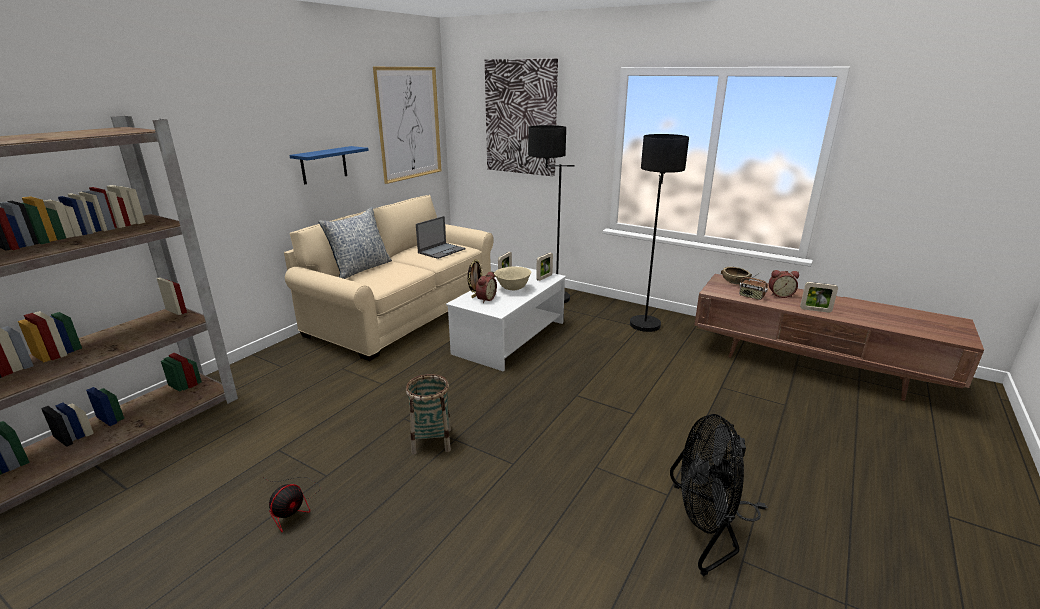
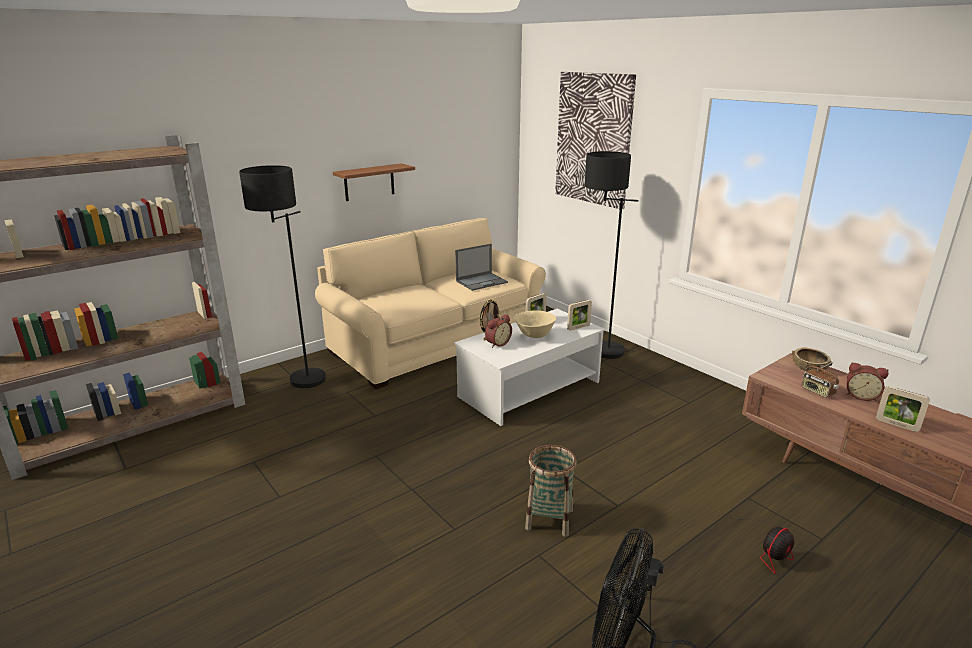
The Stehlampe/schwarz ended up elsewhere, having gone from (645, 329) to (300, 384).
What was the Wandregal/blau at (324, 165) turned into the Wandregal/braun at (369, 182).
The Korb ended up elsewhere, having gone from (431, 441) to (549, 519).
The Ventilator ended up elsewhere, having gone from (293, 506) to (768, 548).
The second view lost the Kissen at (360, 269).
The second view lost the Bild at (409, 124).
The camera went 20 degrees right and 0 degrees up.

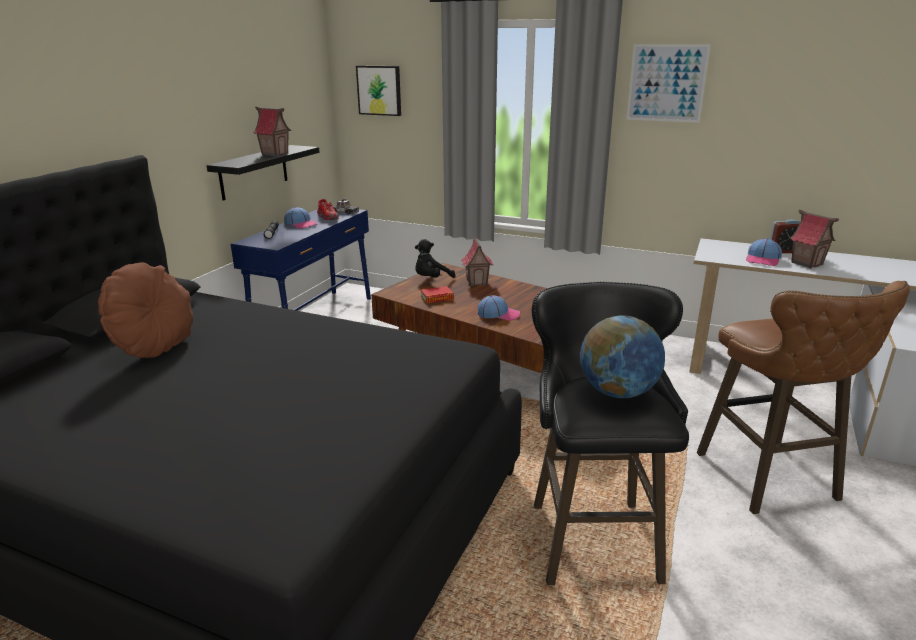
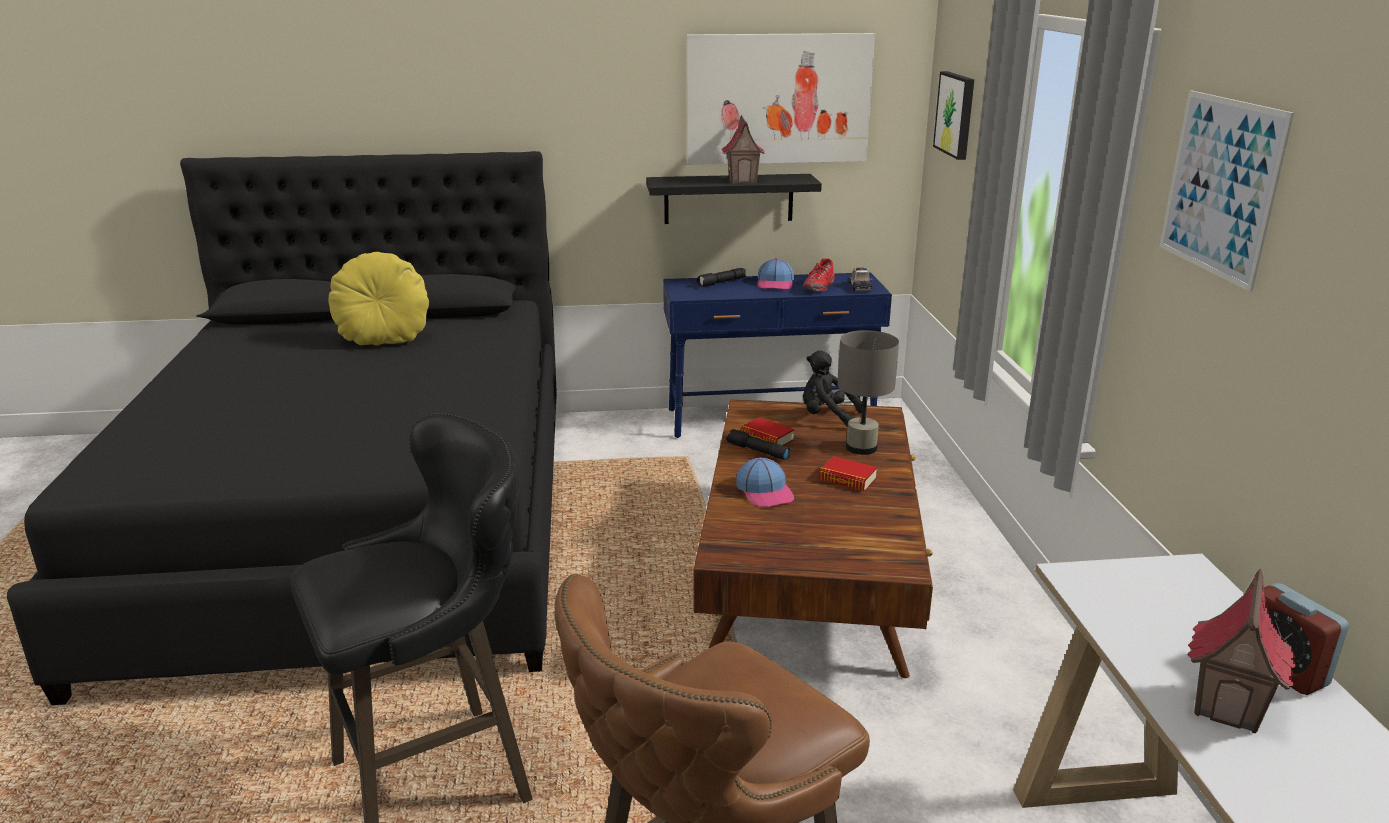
What was the Kissen/braun at (156, 348) turned into the Kissen/gelb at (384, 341).
The second view gained the Bild at (778, 99).
The second view gained the Taschenlampe/schwarz at (757, 451).
The second view gained the Buch at (847, 479).
Where the Spielzeughaus stood at (477, 282), the Tischlampe/grau came to stand at (862, 448).
The second view lost the Globus at (618, 392).
The second view lost the Kappe at (763, 259).
The camera went 60 degrees right and 0 degrees up.

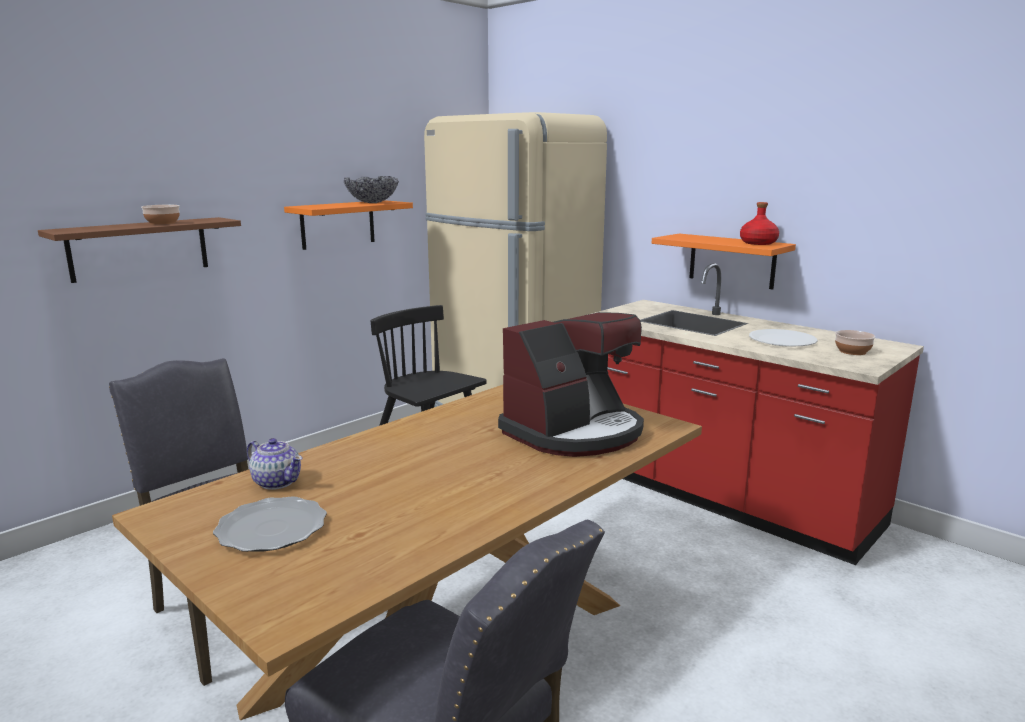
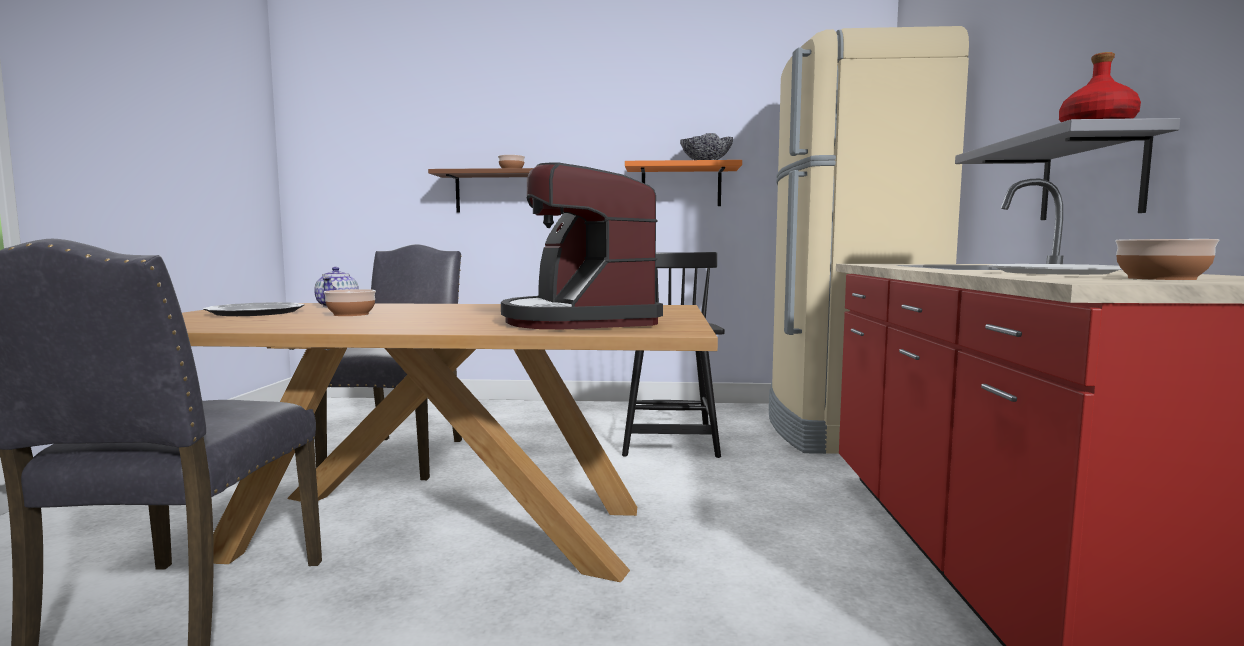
The second view gained the Schüssel at (351, 314).
The Kaffeemaschine at (574, 432) ended up facing another way, 60 degrees clockwise from before.
What was the Wandregal/orange at (732, 261) turned into the Wandregal/grau at (1091, 178).
The camera went 50 degrees right and 10 degrees down.

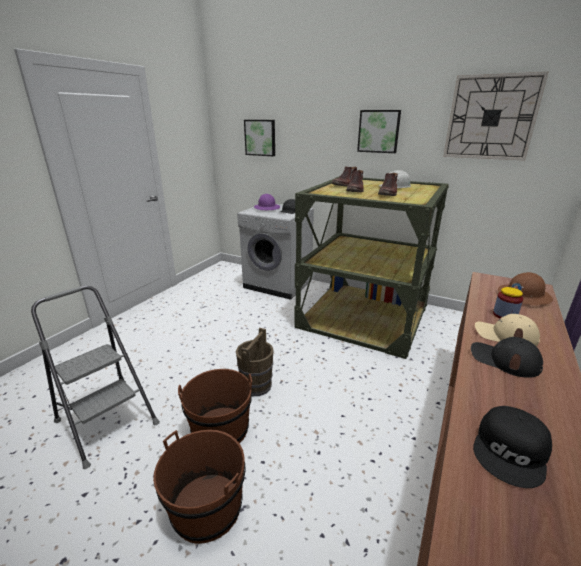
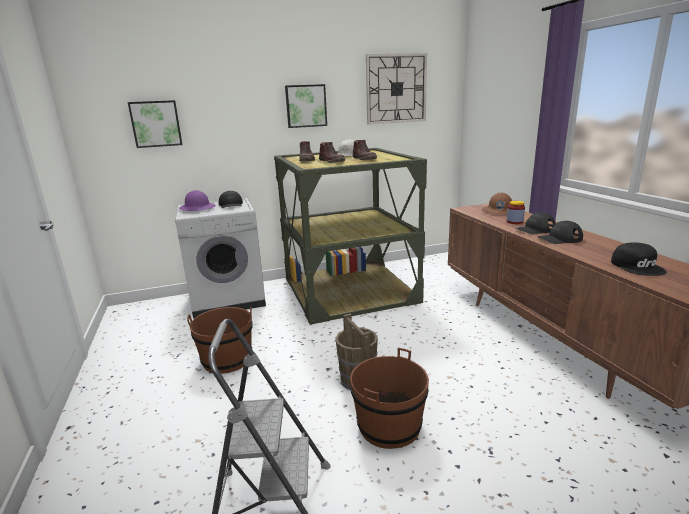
The Eimer/braun ended up elsewhere, having gone from (207, 508) to (227, 359).
What was the Kappe/beige at (505, 335) turned into the Kappe/schwarz at (535, 229).
The camera went 45 degrees left and 5 degrees down.

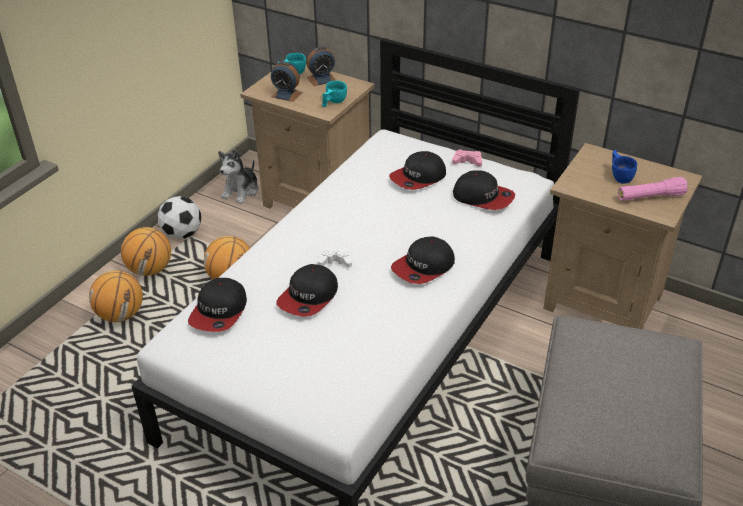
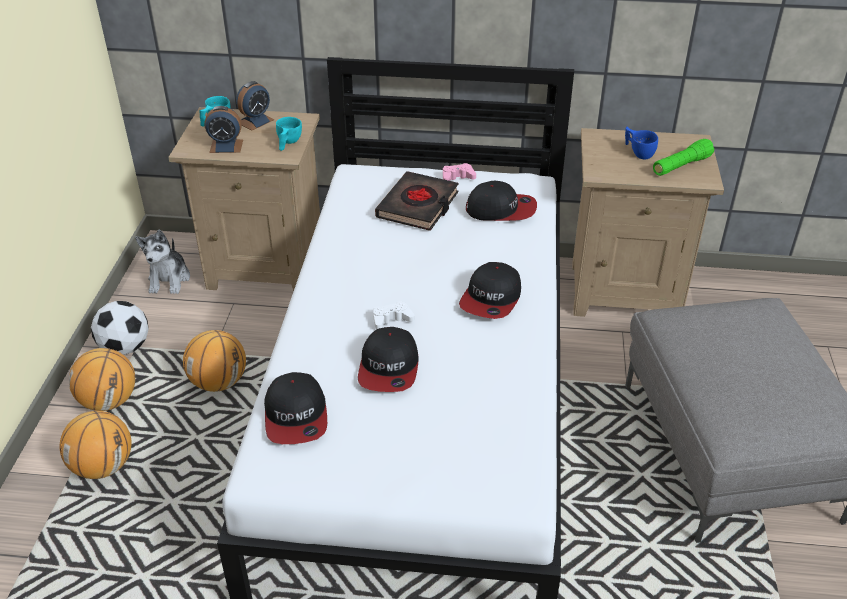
Where the Kappe stood at (418, 177), the Buch/schwarz came to stand at (418, 206).
What was the Taschenlampe/rosa at (650, 197) turned into the Taschenlampe/grün at (681, 166).
The camera went 25 degrees left and 0 degrees up.

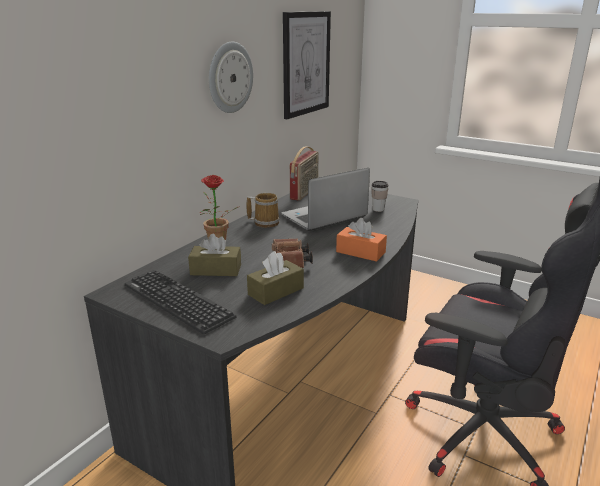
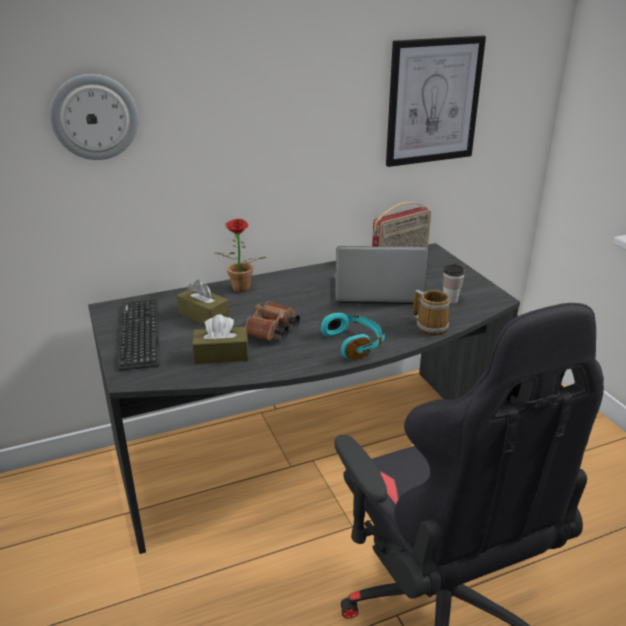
The Wanduhr ended up elsewhere, having gone from (229, 77) to (94, 117).
Where the Taschentuchbox/orange stood at (360, 252), the Kopfhörer/türkis came to stand at (354, 343).
The Henkelbecher ended up elsewhere, having gone from (265, 222) to (431, 326).
The camera went 35 degrees right and 5 degrees up.

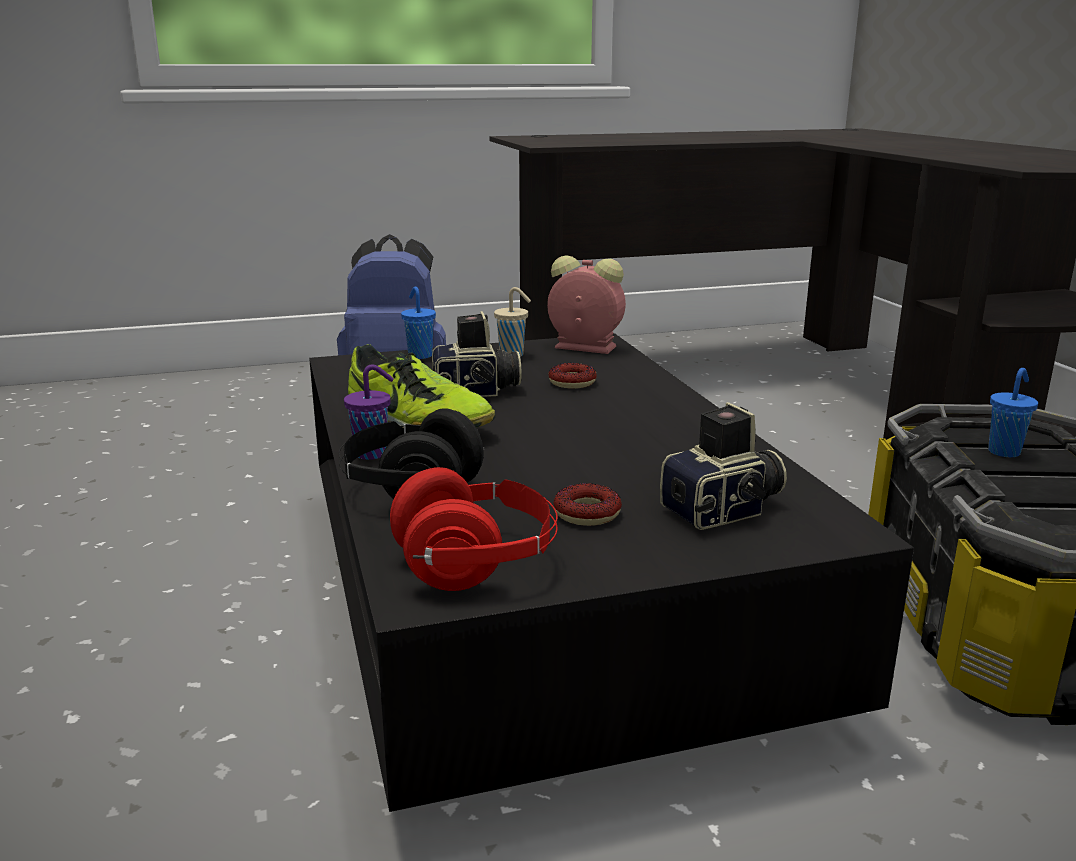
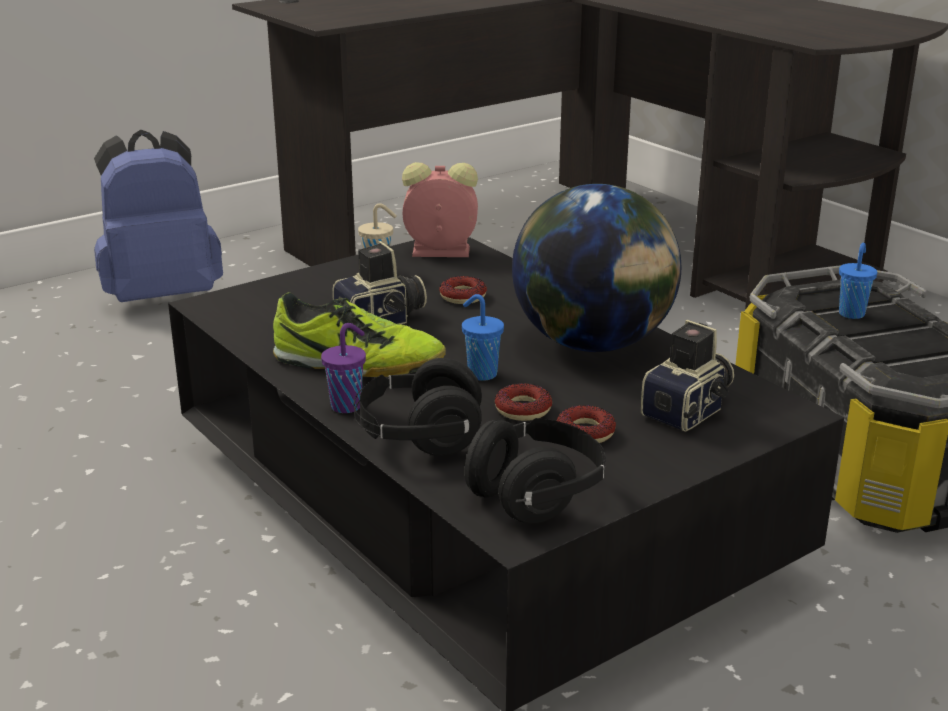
The Tasse/blau ended up elsewhere, having gone from (419, 355) to (481, 374).
What was the Kopfhörer/rot at (477, 564) turned into the Kopfhörer/schwarz at (536, 495).
The second view gained the Donut at (523, 409).
The second view gained the Globus at (593, 344).
The camera went 20 degrees left and 5 degrees up.

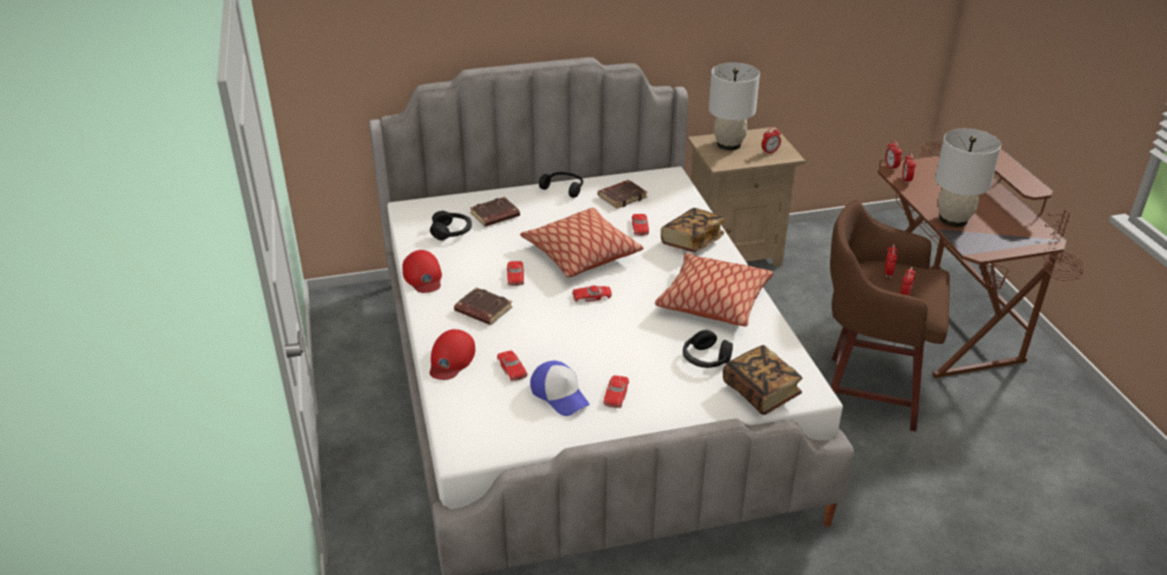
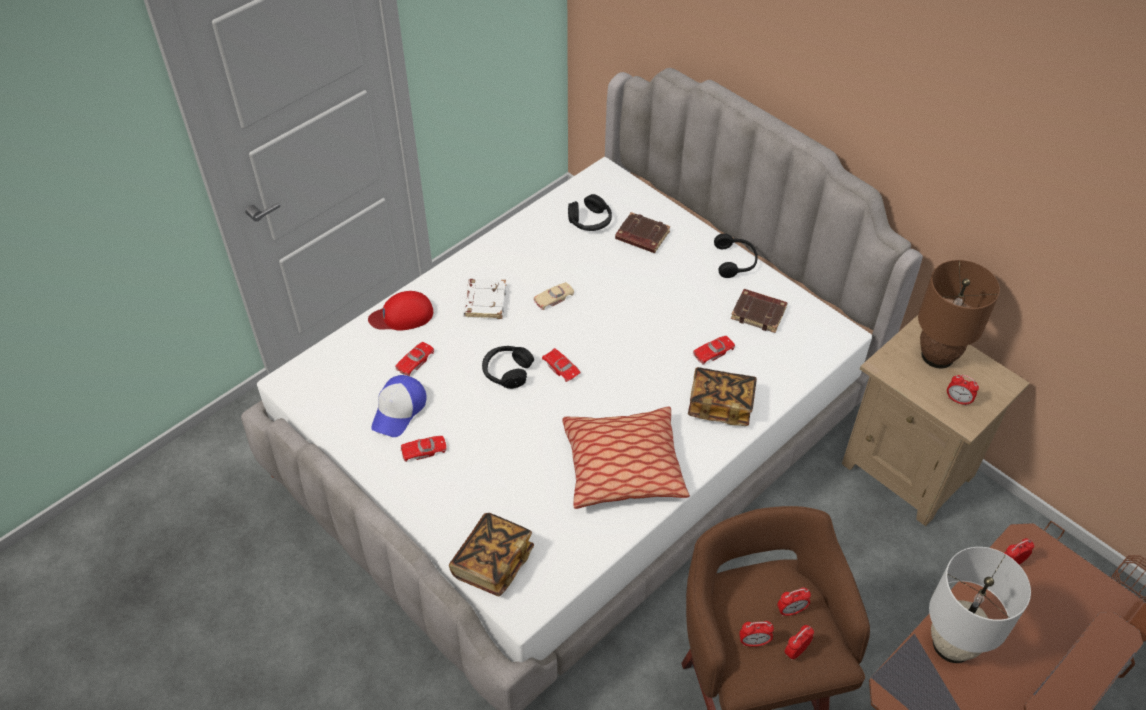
What was the Buch/braun at (482, 310) turned into the Buch/weiß at (484, 301).
The Kopfhörer/schwarz ended up elsewhere, having gone from (705, 359) to (507, 371).
What was the Spielzeugauto/rot at (515, 275) turned into the Spielzeugauto/beige at (554, 298).
The Wecker ended up elsewhere, having gone from (891, 167) to (796, 651).
What was the Tischlampe/weiß at (728, 144) turned into the Tischlampe/braun at (937, 355).
The second view lost the Kappe/rot at (423, 276).
The second view lost the Kissen at (581, 254).
The camera went 60 degrees right and 15 degrees up.

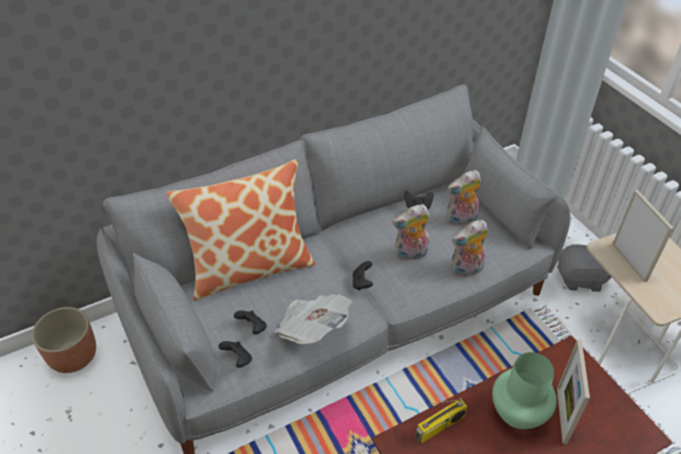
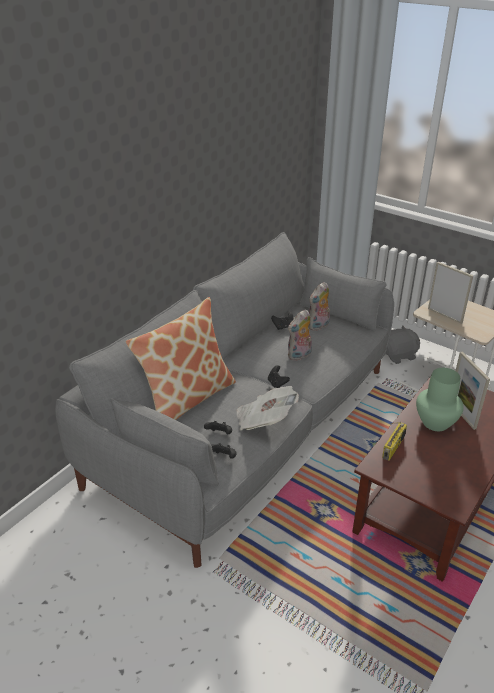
The second view lost the Pflanzkübel at (73, 355).
The second view lost the Plüschtier at (466, 270).
The camera went 25 degrees left and 10 degrees down.

